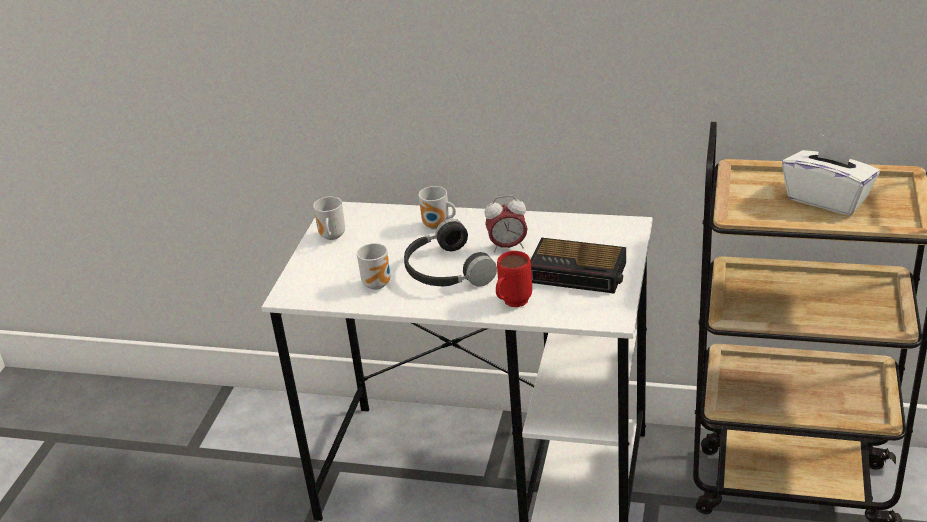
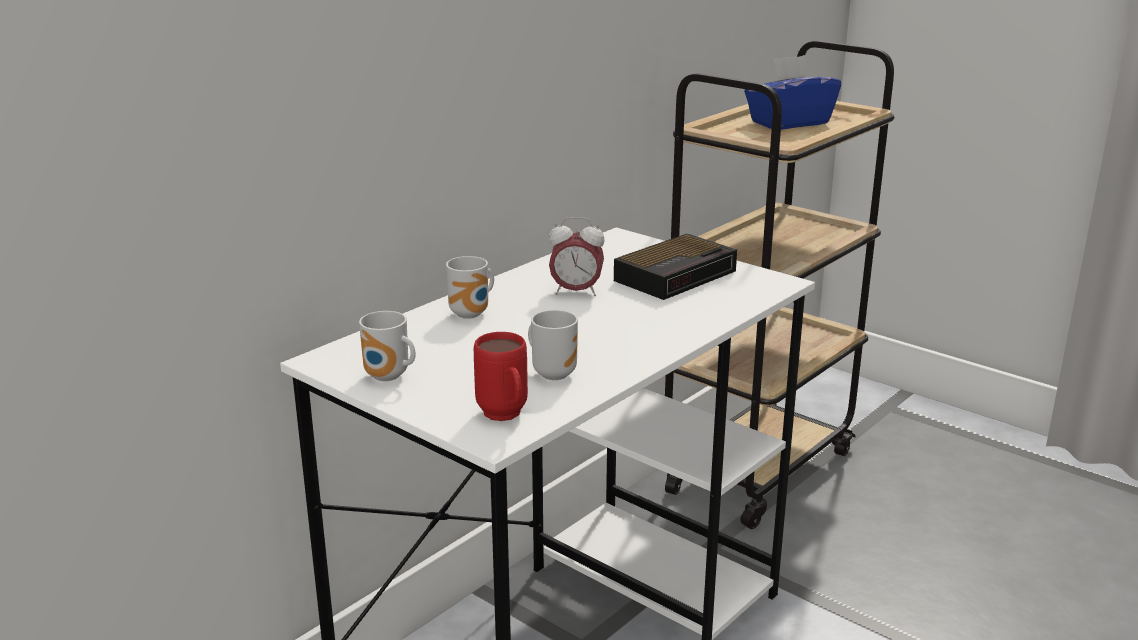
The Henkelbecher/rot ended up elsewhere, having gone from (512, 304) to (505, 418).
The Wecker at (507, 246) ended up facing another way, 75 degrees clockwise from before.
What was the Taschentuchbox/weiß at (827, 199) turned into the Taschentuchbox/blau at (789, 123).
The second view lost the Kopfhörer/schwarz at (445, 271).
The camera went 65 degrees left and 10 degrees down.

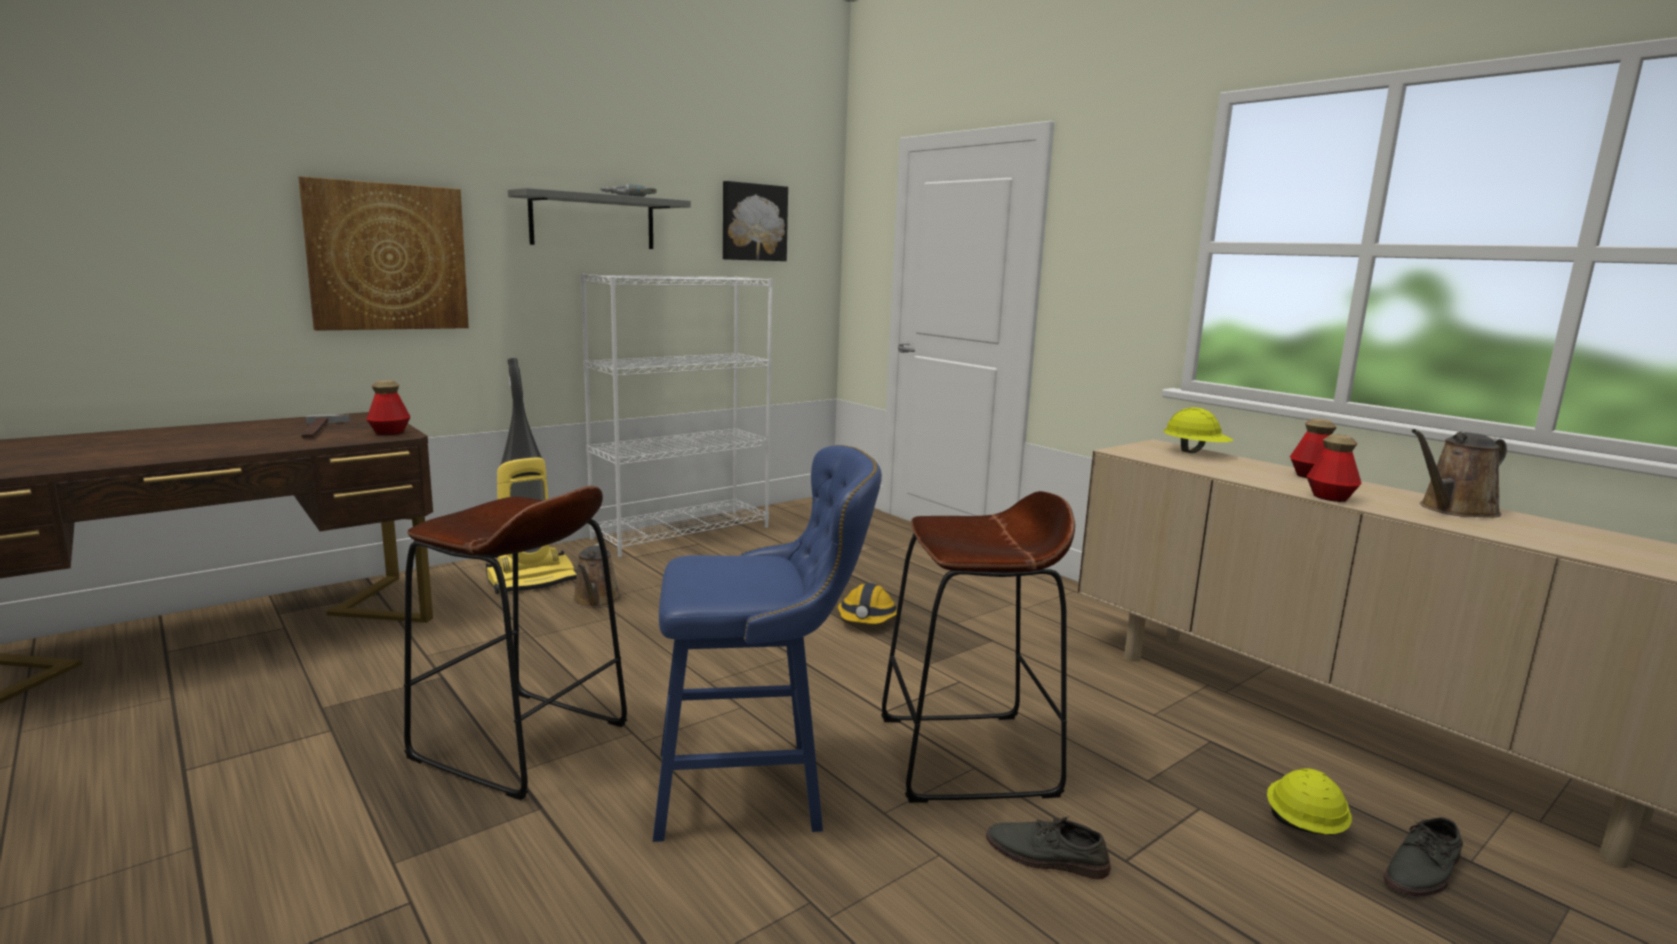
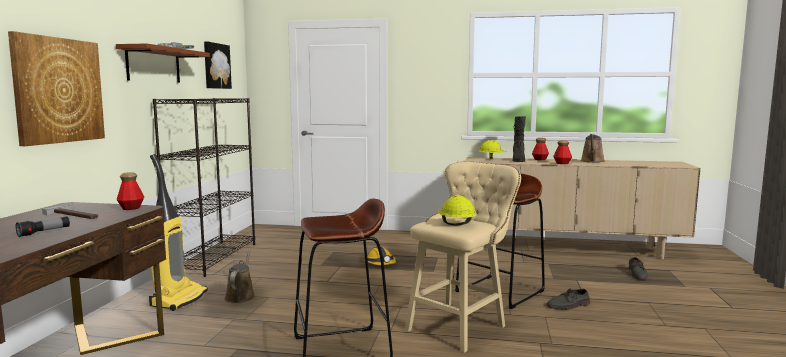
The second view gained the Taschenlampe at (44, 232).
What was the Wandregal/grau at (593, 221) turned into the Wandregal/braun at (153, 65).
What was the Bücherregal/weiß at (682, 532) turned into the Bücherregal/schwarz at (214, 258).
The Gießkanne/braun at (595, 601) ended up facing another way, 135 degrees counterclockwise from before.
What was the Hocker/blau at (762, 787) turned into the Hocker/beige at (462, 324).
The Schutzhelm/gelb ended up elsewhere, having gone from (1303, 826) to (456, 224).
The second view gained the Stiefel/schwarz at (518, 160).
The camera went 40 degrees left and 5 degrees down.

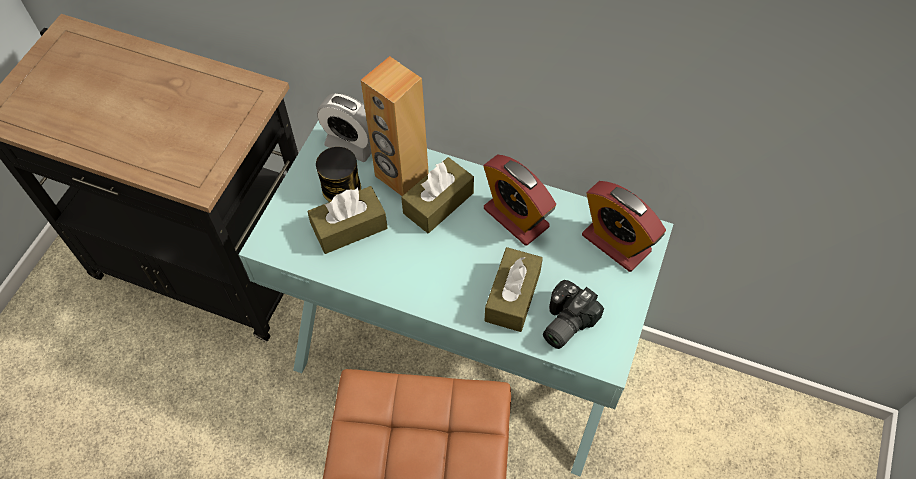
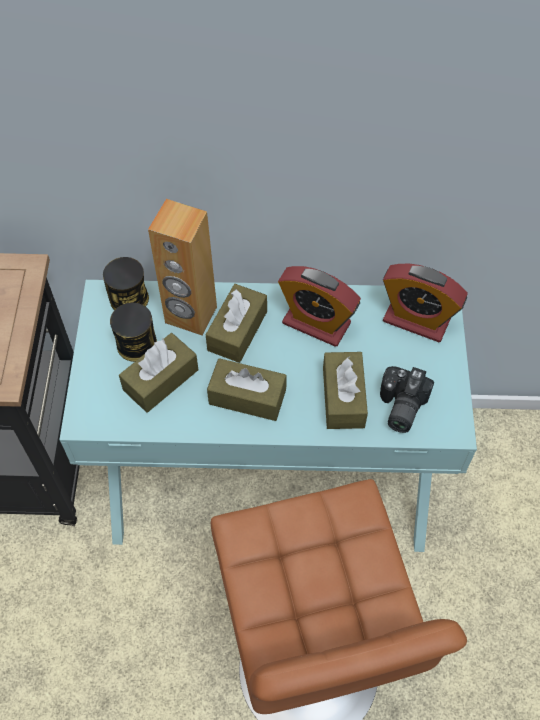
Where the Wecker stood at (351, 144), the Dose came to stand at (129, 298).
The second view gained the Taschentuchbox/braun at (247, 397).
The camera went 20 degrees left and 0 degrees up.

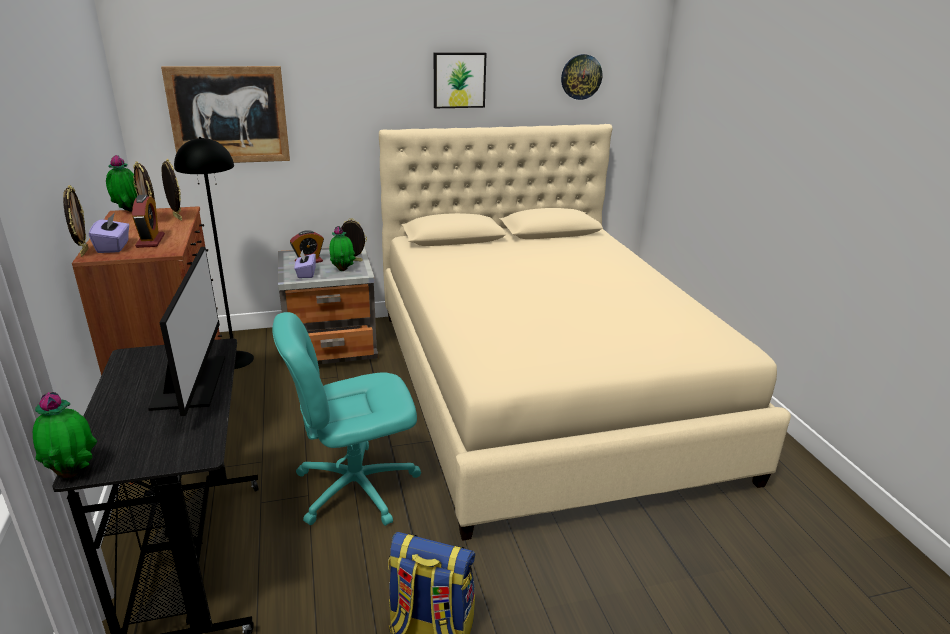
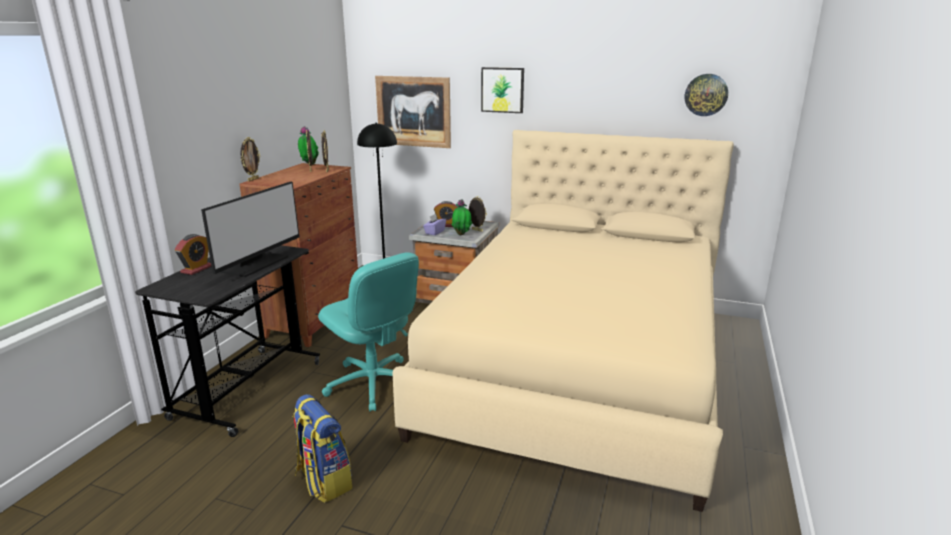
The Wecker ended up elsewhere, having gone from (150, 241) to (197, 269).
The Bürostuhl/türkis at (355, 487) ended up facing another way, 150 degrees counterclockwise from before.
The Bild ended up elsewhere, having gone from (459, 80) to (502, 90).
The second view lost the Topfpflanze at (74, 472).
The second view lost the Taschentuchbox/lila at (114, 247).
The camera went 35 degrees right and 5 degrees down.

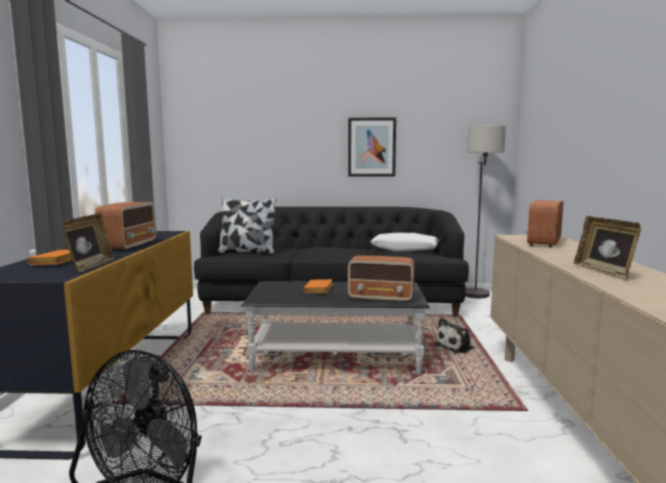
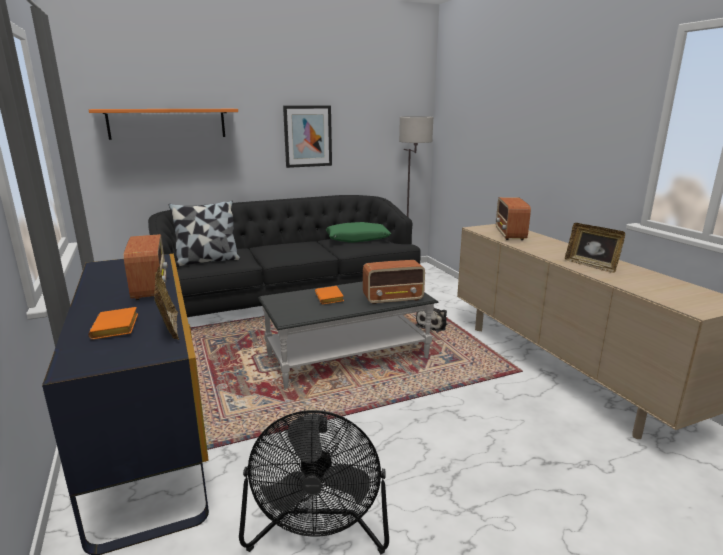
The second view gained the Wandregal/orange at (167, 123).
What was the Kissen/weiß at (405, 249) turned into the Kissen/grün at (357, 239).
The camera went 25 degrees left and 10 degrees up.

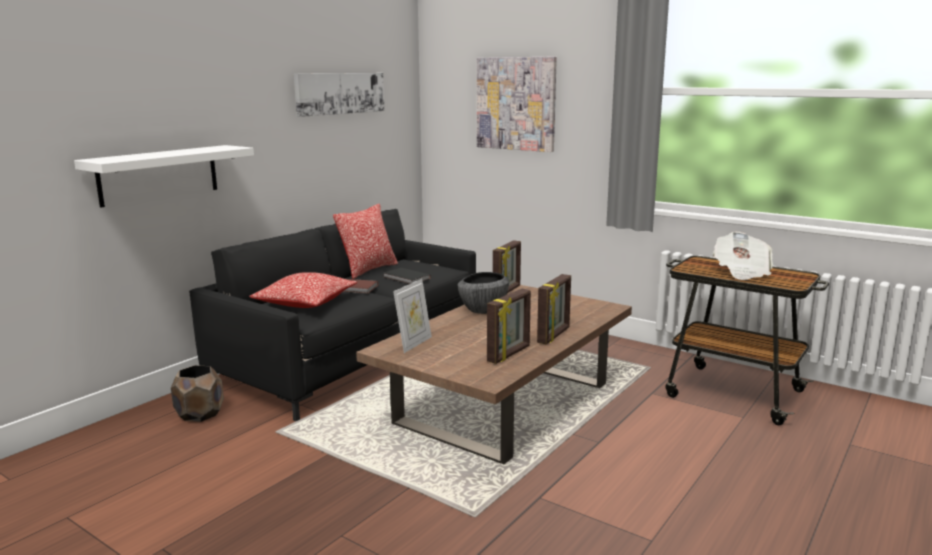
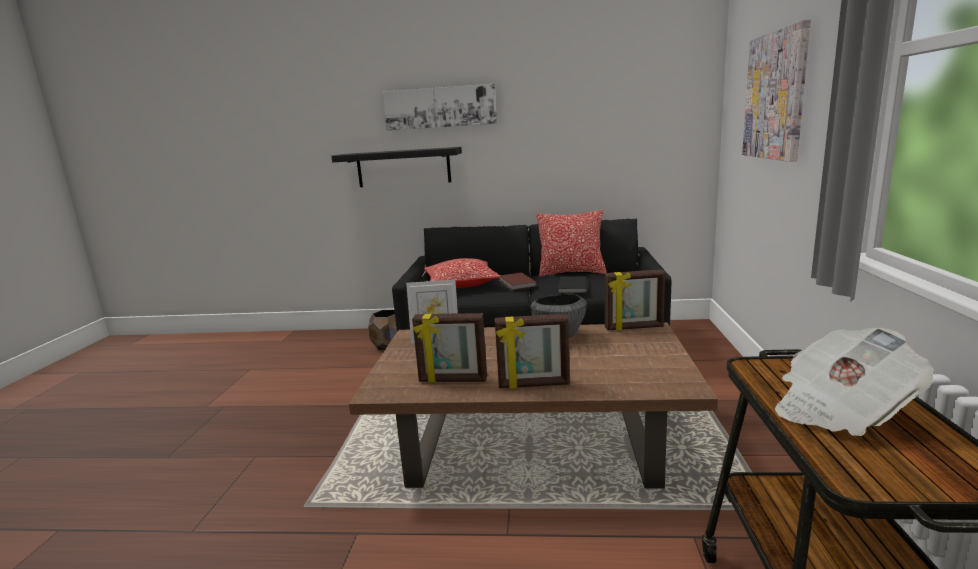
What was the Wandregal/weiß at (159, 175) turned into the Wandregal/schwarz at (403, 167).
The Bild ended up elsewhere, having gone from (340, 93) to (440, 107).
The camera went 60 degrees right and 0 degrees up.

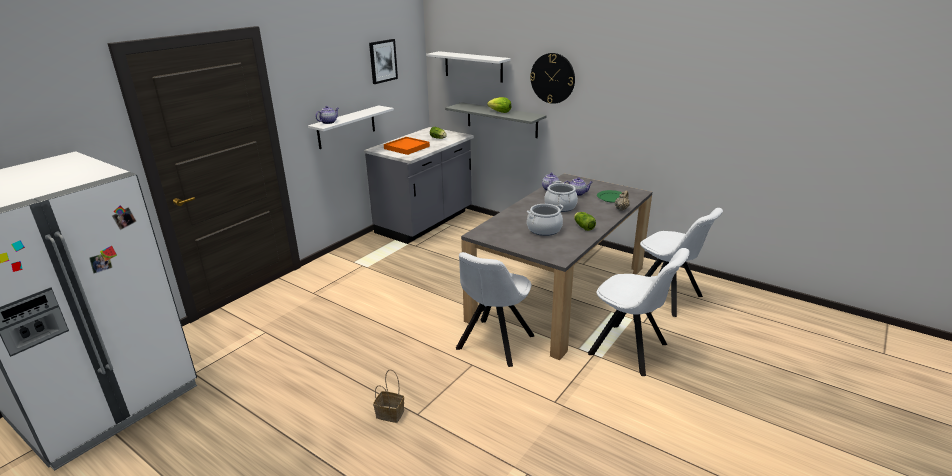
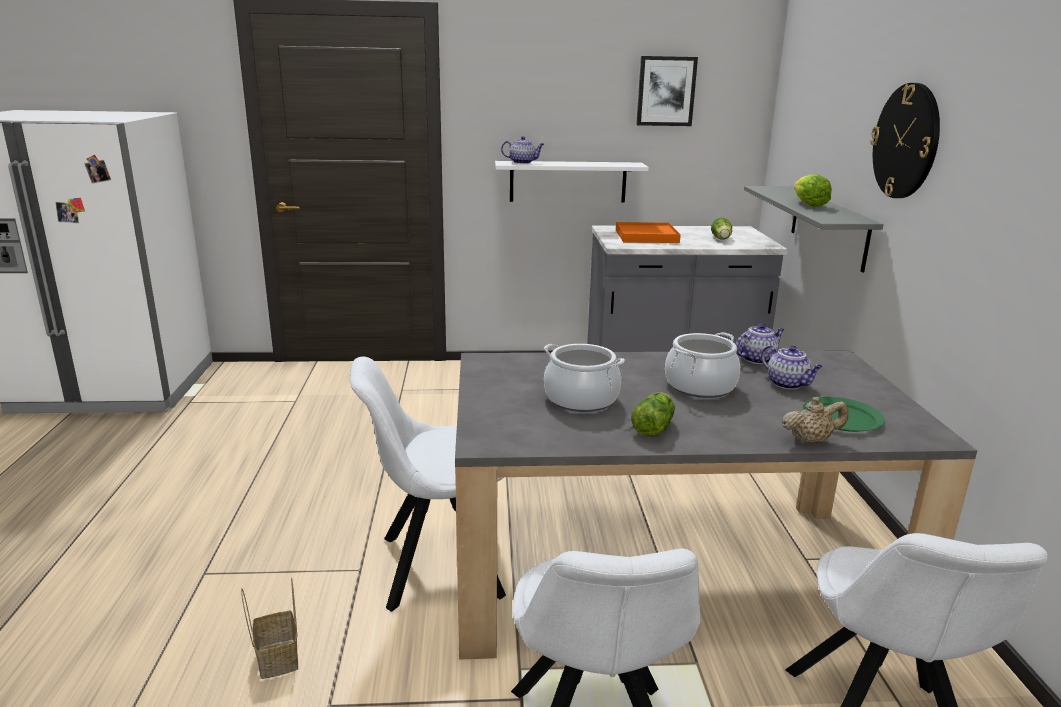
The Korb ended up elsewhere, having gone from (389, 414) to (276, 657).
The second view lost the Wandregal/weiß at (473, 66).
The camera went 50 degrees right and 5 degrees down.

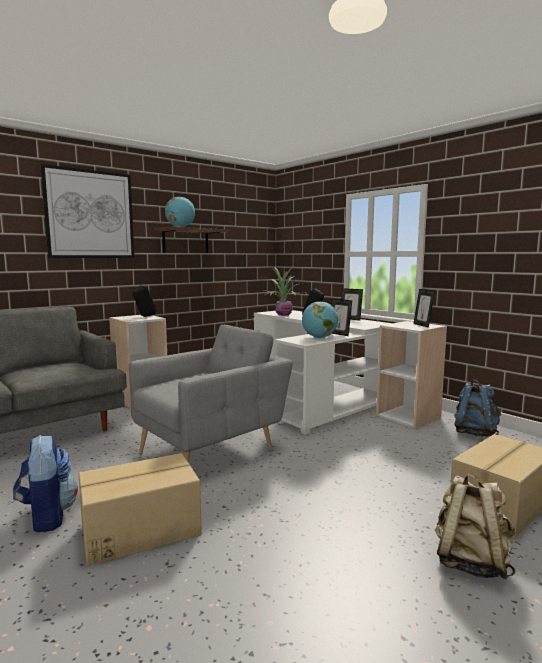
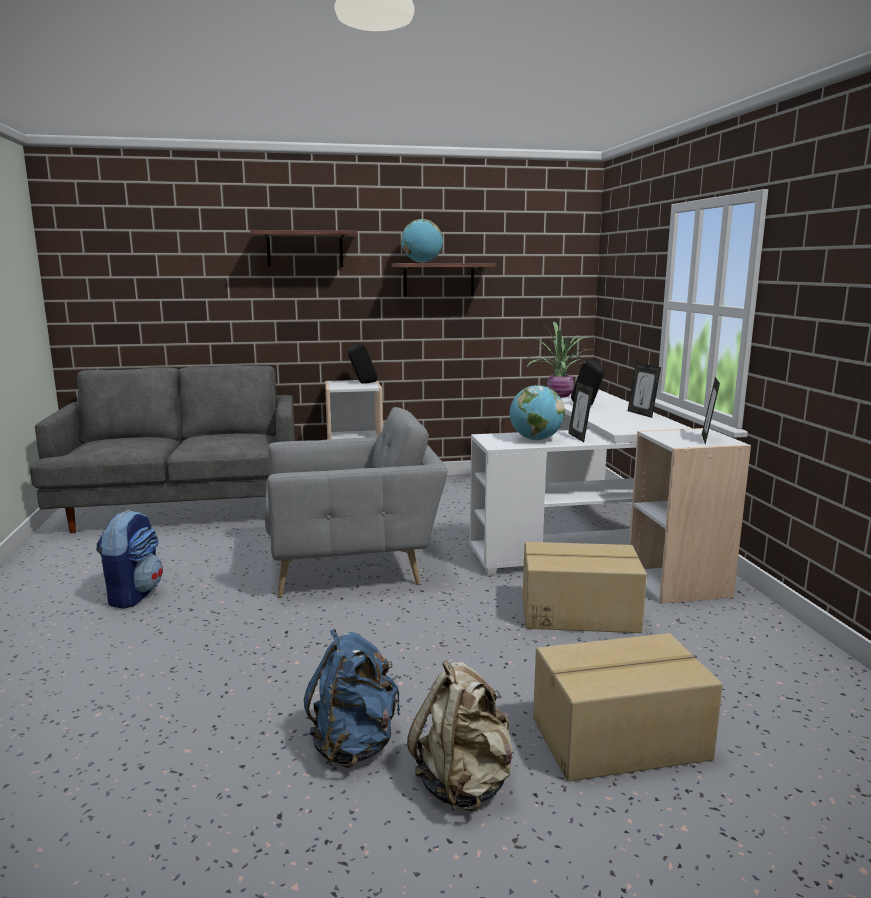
Where the Bild hung at (90, 214), the Wandregal came to hang at (305, 249).
The Rucksack/blau ended up elsewhere, having gone from (475, 433) to (355, 744).
The Karton ended up elsewhere, having gone from (140, 530) to (578, 613).
The camera went 30 degrees right and 5 degrees up.

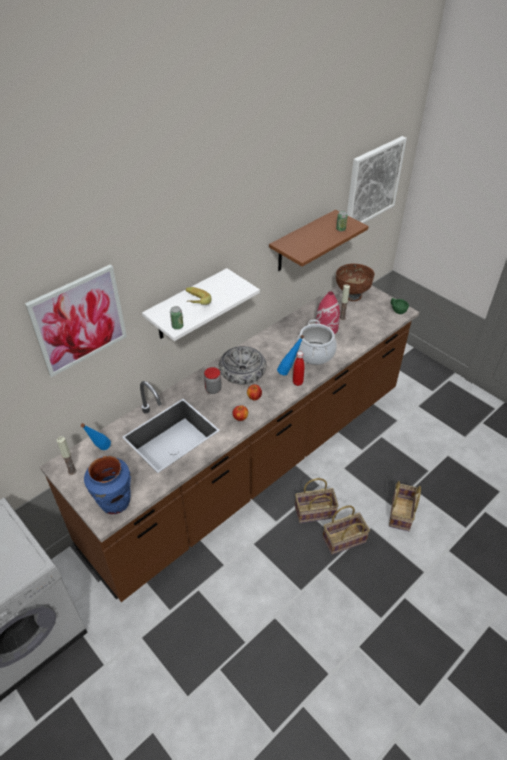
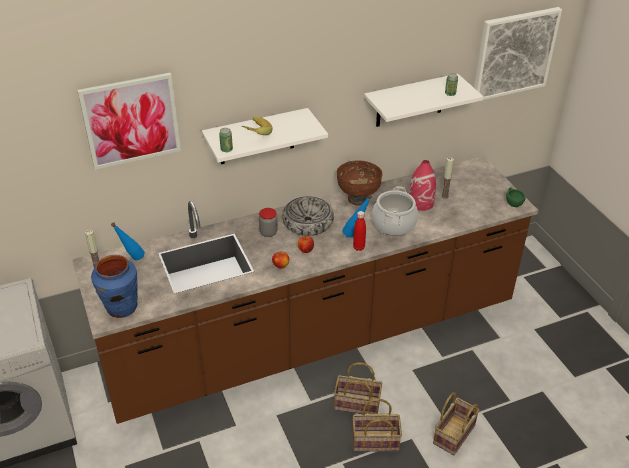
The Schüssel/braun ended up elsewhere, having gone from (352, 295) to (358, 198).
What was the Wandregal/braun at (302, 242) turned into the Wandregal/weiß at (410, 101).
The camera went 20 degrees right and 5 degrees down.

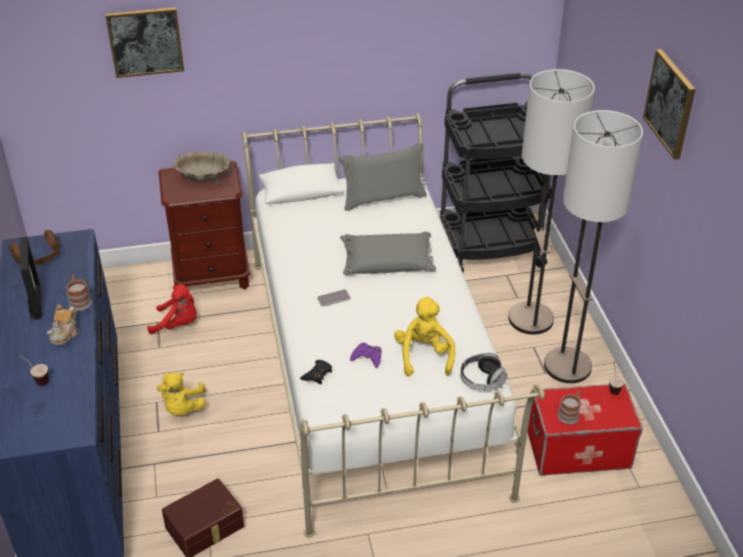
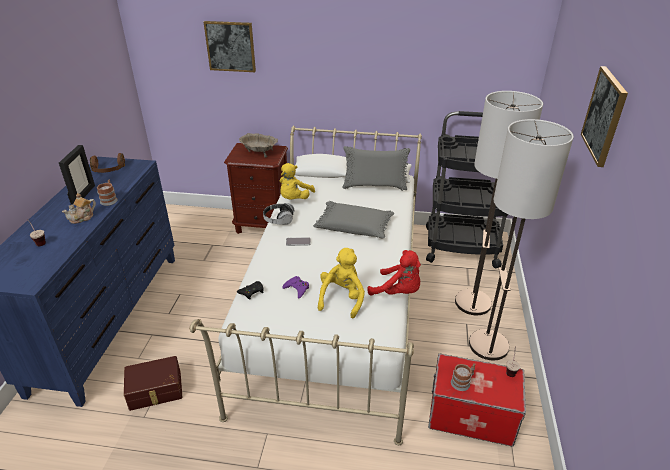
The Kopfhörer ended up elsewhere, having gone from (482, 380) to (279, 220).
The Plüschtier/gelb ended up elsewhere, having gone from (182, 408) to (294, 199).
The Plüschtier/rot ended up elsewhere, having gone from (178, 324) to (398, 292).
The camera went 20 degrees right and 5 degrees down.

